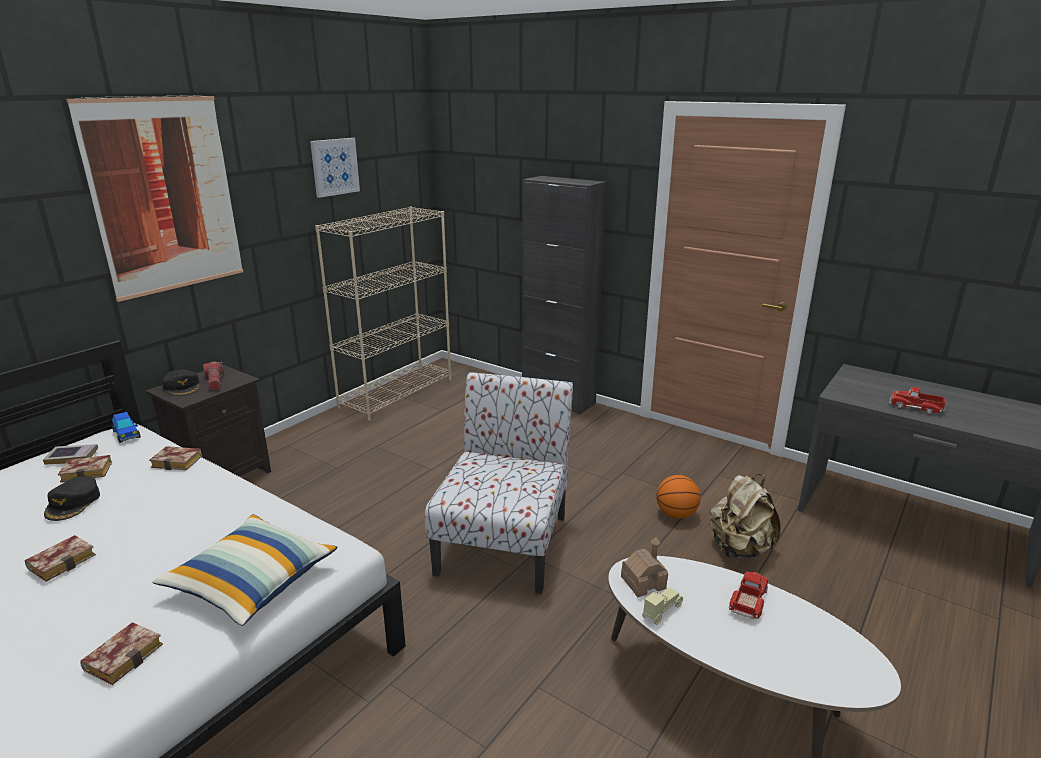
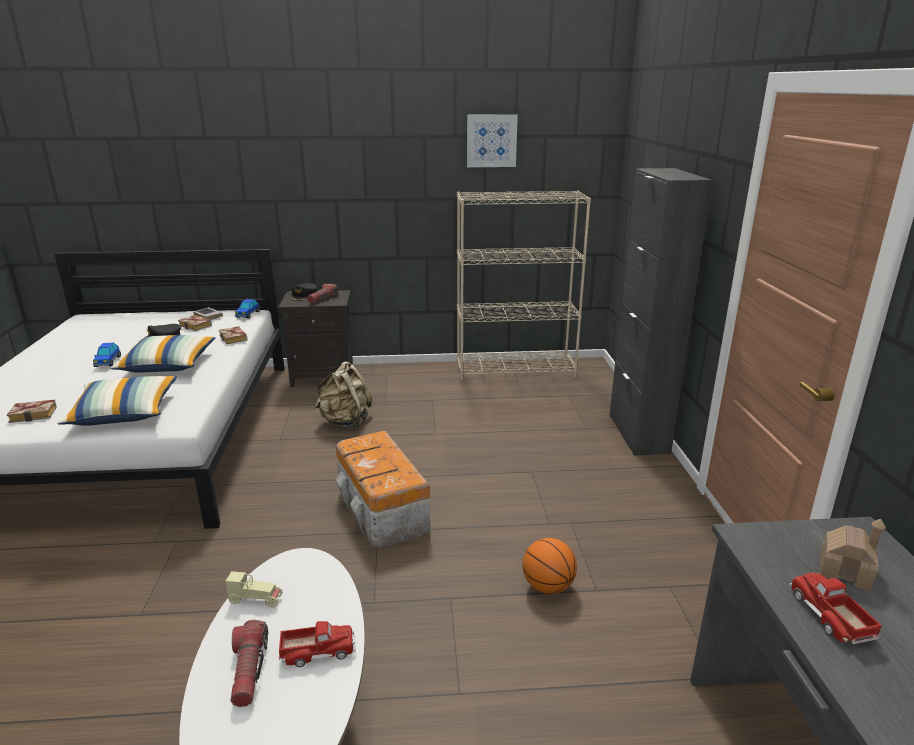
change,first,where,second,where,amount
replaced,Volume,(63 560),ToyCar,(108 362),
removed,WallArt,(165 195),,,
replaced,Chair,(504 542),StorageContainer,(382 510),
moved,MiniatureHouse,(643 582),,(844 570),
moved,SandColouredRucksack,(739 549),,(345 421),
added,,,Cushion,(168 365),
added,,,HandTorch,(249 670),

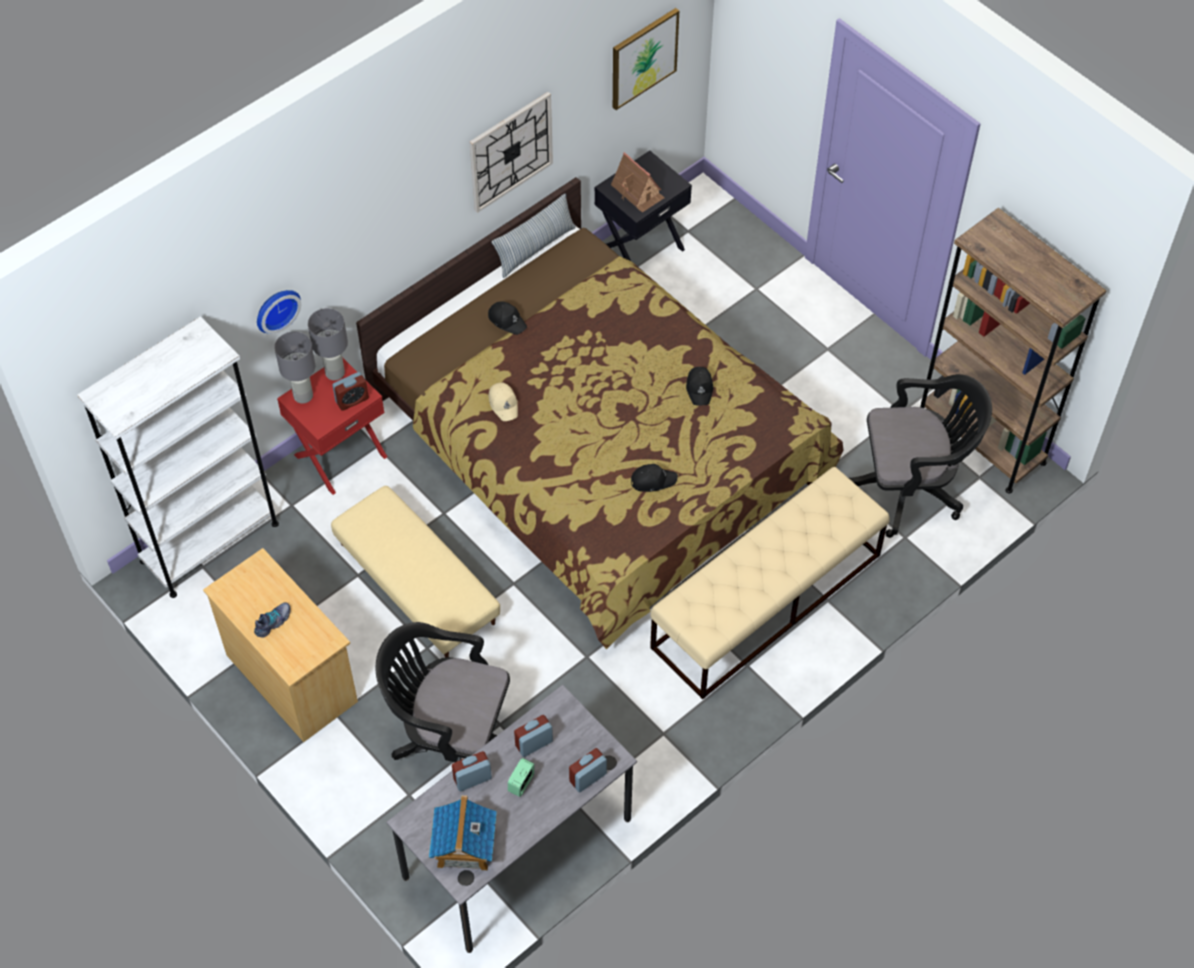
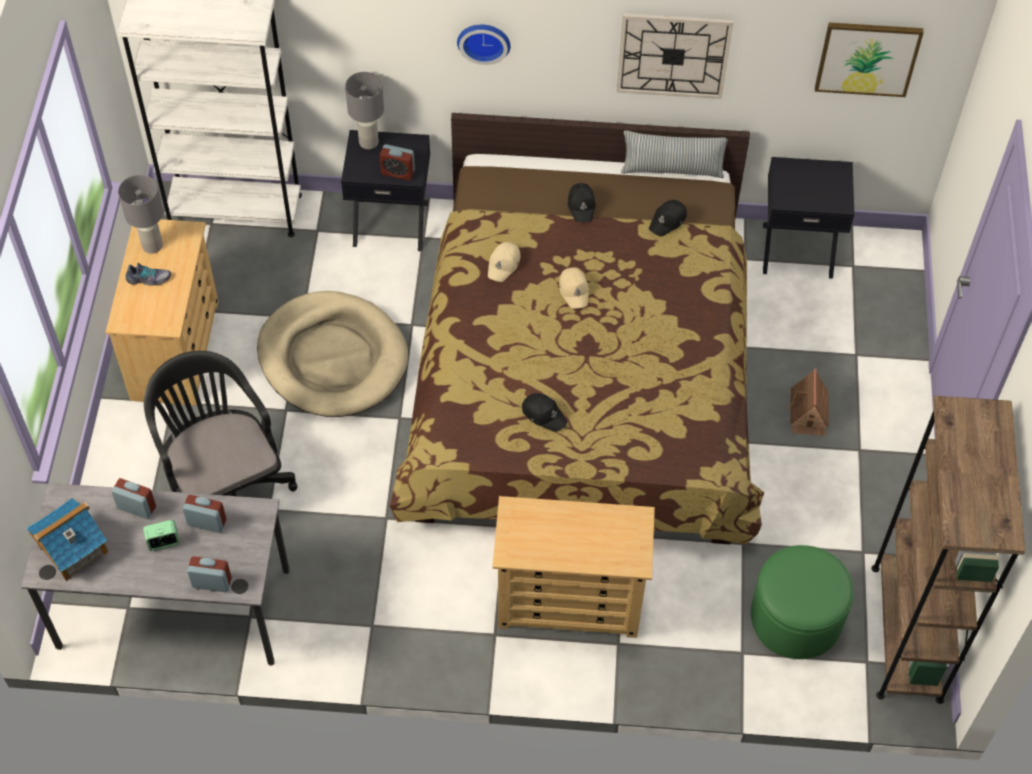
change,first,where,second,where,amount
moved,HangingClock,(275 308),,(484 40),
recoloured,ReddishNightstand,(339 455),BlackColouredNightstand,(391 222),
moved,GrayLampForATable,(335 373),,(152 246),
replaced,SandColouredFootrest,(416 584),SandColouredDogBed,(332 358),
moved,MiniatureHouse,(638 192),,(808 413),
replaced,SandColouredBench,(767 600),SandColouredDrawerChest,(570 600),
moved,BlackColouredPeakedCap,(700 388),,(668 221),
replaced,BlackColouredDeskChair,(910 487),GreenishFootrest,(796 618),
added,,,SandColouredPeakedCap,(574 290),

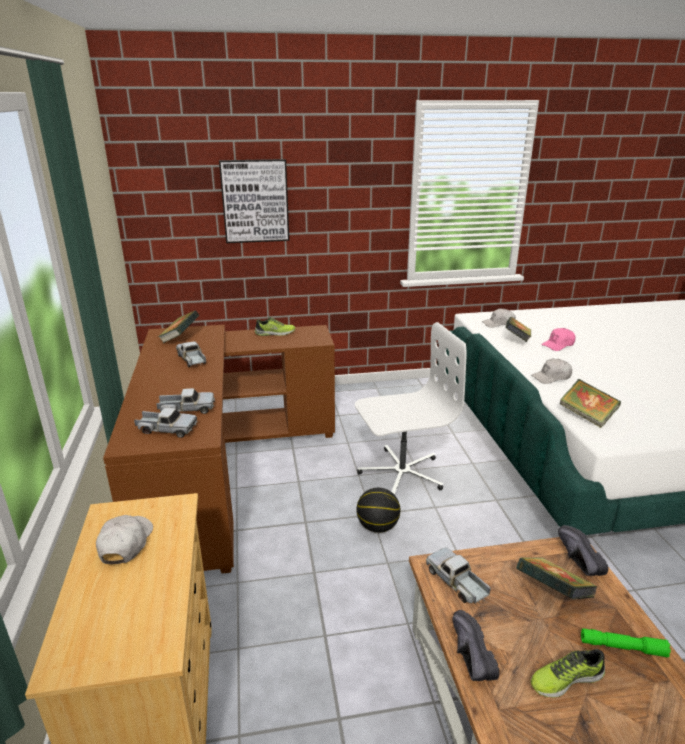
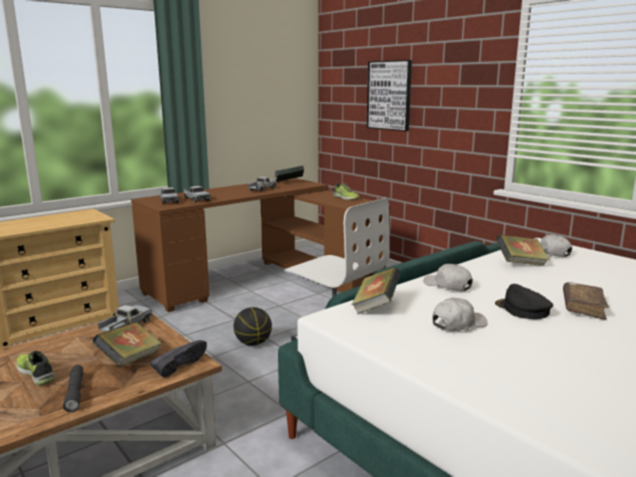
change,first,where,second,where,amount
moved,WhitishPeakedCap,(125 543),,(458 324),
removed,BlackColouredLowShoe,(467 656),,,
removed,PinkishPeakedCap,(558 345),,,
recoloured,GreenishHandTorch,(622 647),GrayHandTorch,(75 393),
added,,,BlackColouredPeakedCap,(522 309),
added,,,BrownishVolume,(583 307),

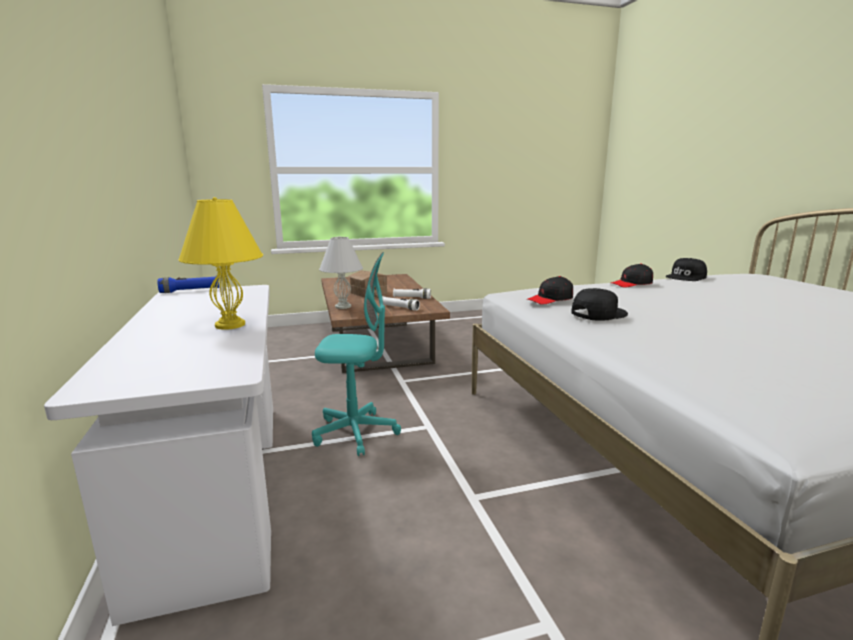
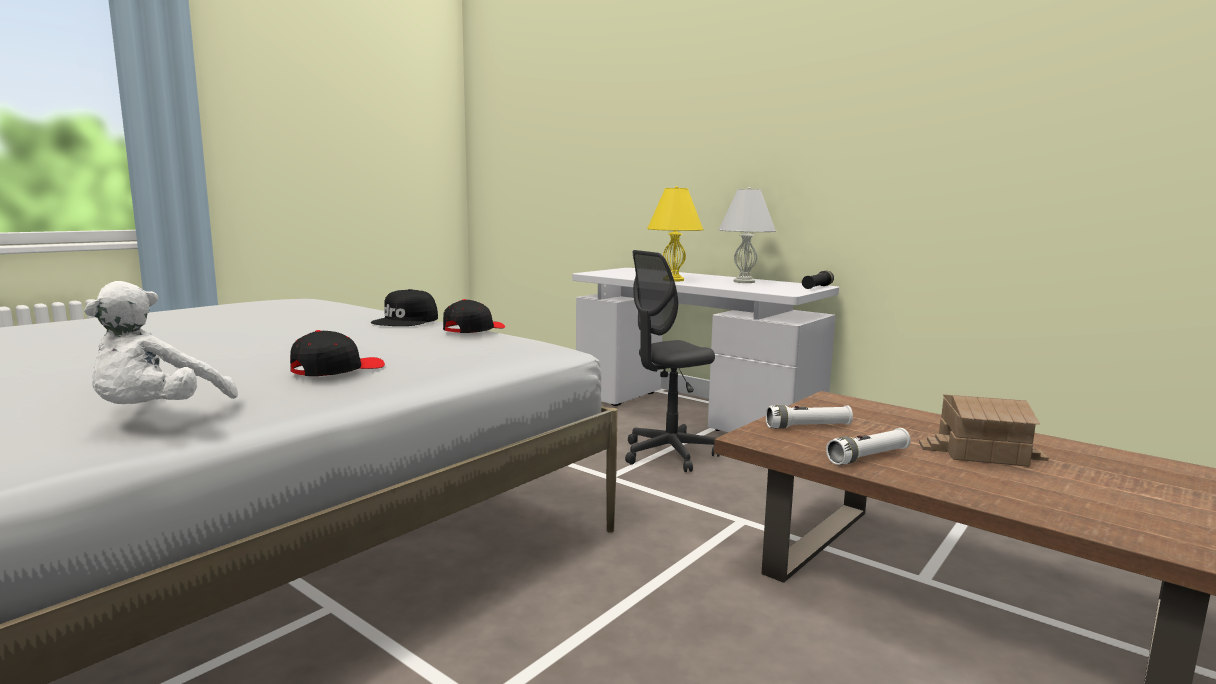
change,first,where,second,where,amount
recoloured,BlueHandTorch,(190 291),BlackColouredHandTorch,(817 287),
recoloured,BlueGreenDeskChair,(356 433),GrayDeskChair,(669 454),
moved,WhitishLampForATable,(343 306),,(743 281),
replaced,BlackColouredPeakedCap,(686 277),WhitishSoftToy,(158 415),

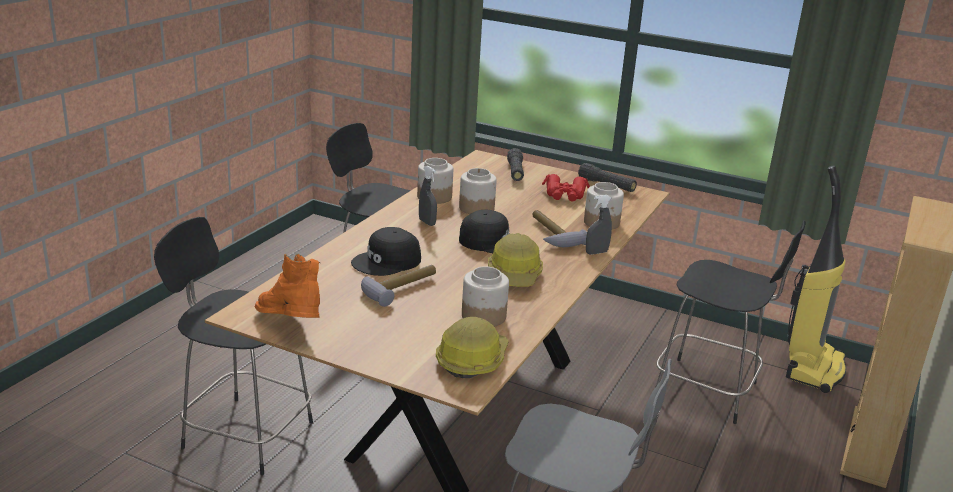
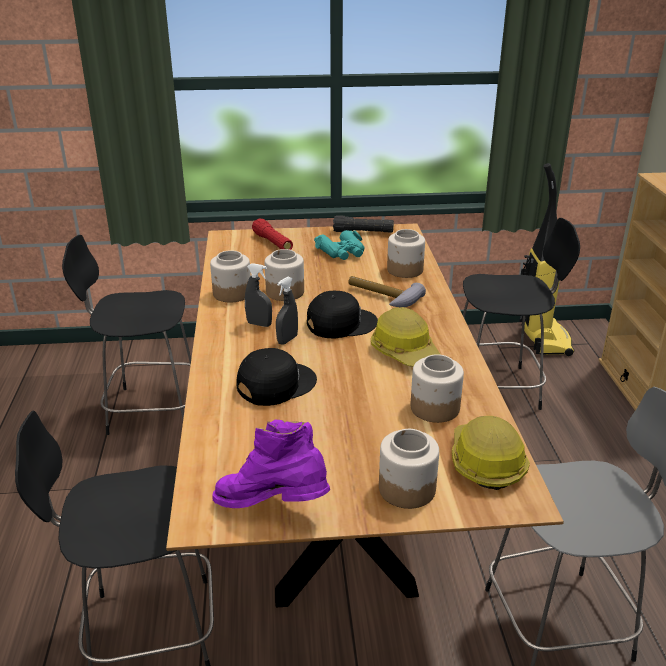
change,first,where,second,where,amount
recoloured,OrangeTallBoot,(291 326),PurpleTallBoot,(273 507),
turned,BlackColouredPeakedCap,(387 262),,(275 384),150 degrees counterclockwise
removed,HandHammer,(398 287),,,
recoloured,BlackColouredHandTorch,(515 172),ReddishHandTorch,(273 243),
recoloured,ReddishBinoculars,(565 195),BlueGreenBinoculars,(342 252),
moved,GraySprayer,(596 252),,(287 340),
added,,,Jar,(406 488),

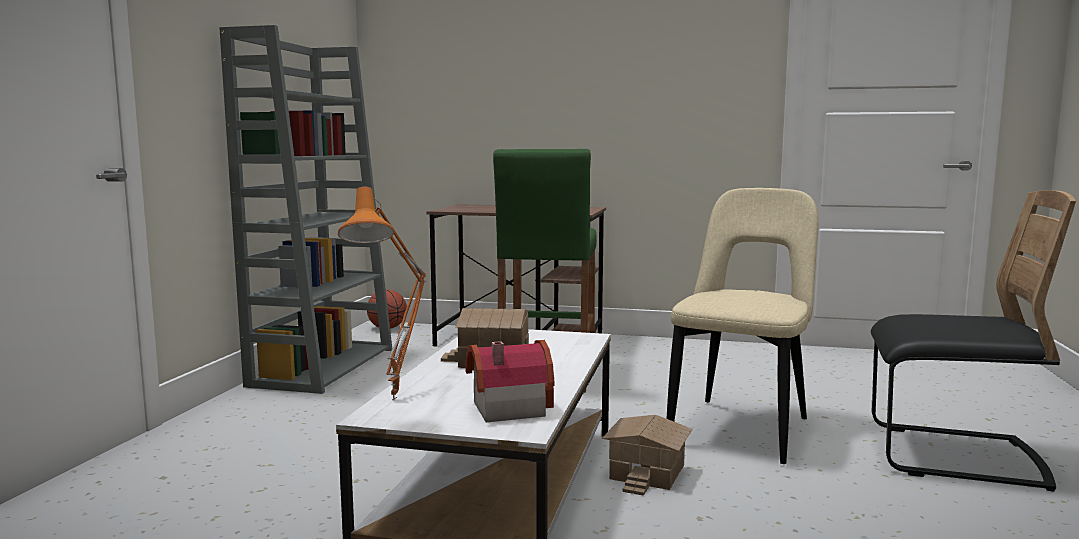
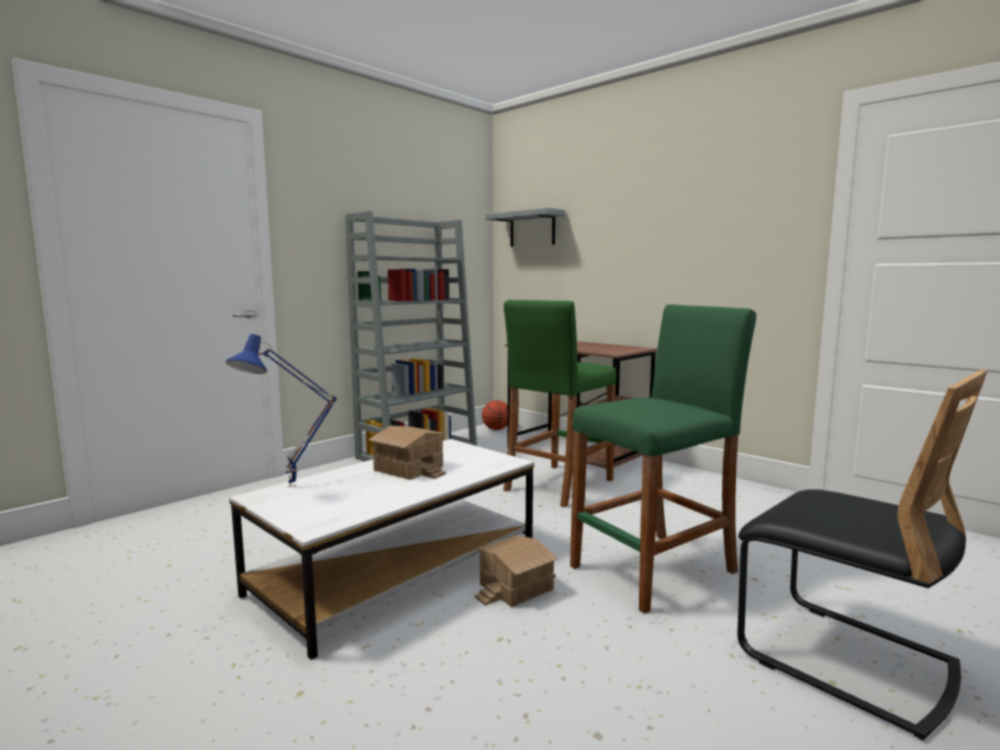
change,first,where,second,where,amount
recoloured,OrangeLampForATable,(398 399),BlueLampForATable,(293 487),
removed,MiniatureHouse,(505 407),,,
replaced,SandColouredChair,(742 428),GreenishStool,(654 569),
added,,,GrayBracketShelf,(532 229),

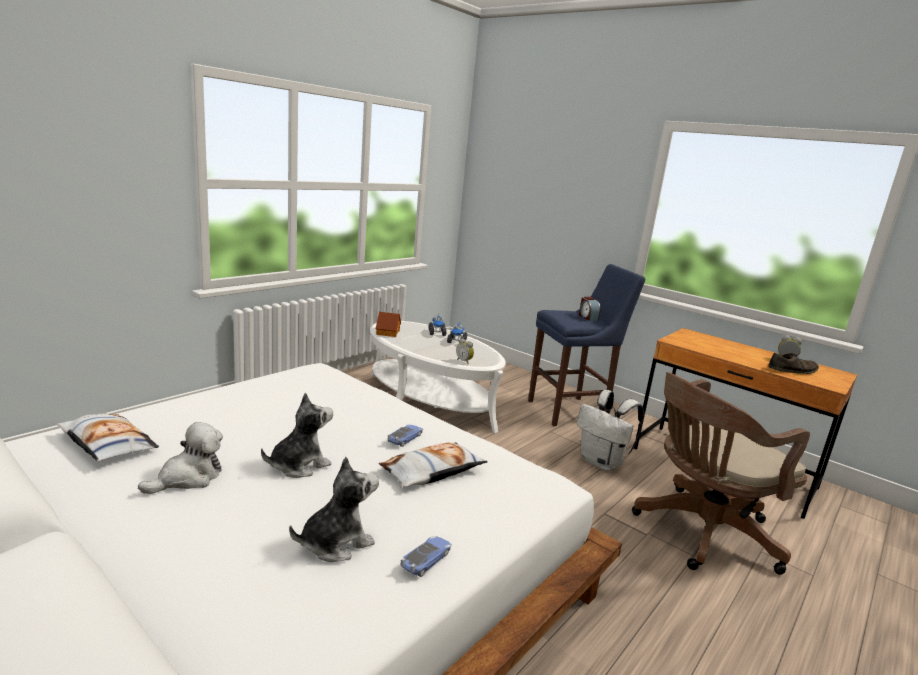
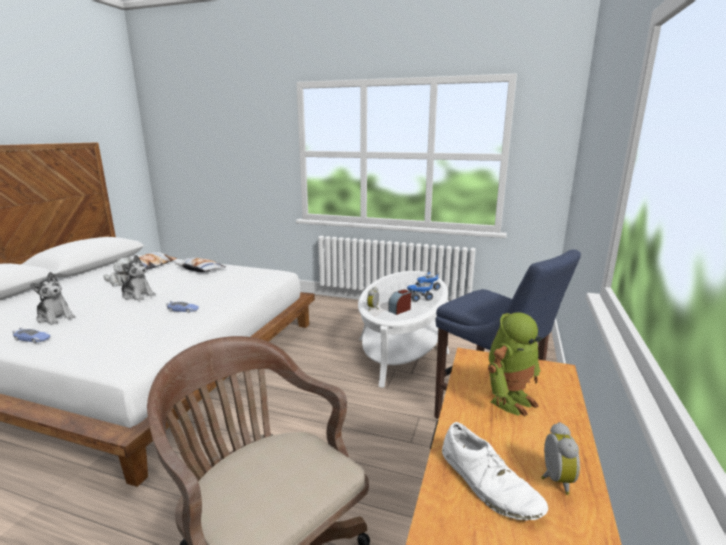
change,first,where,second,where,amount
removed,MiniatureHouse,(388 332),,,
moved,Cushion,(432 471),,(200 269),
removed,WhitishRucksack,(602 462),,,
moved,AlarmClock,(587 317),,(399 310),
recoloured,BrownishLowShoe,(792 370),WhitishLowShoe,(488 483),
added,,,RobotFigure,(509 399),

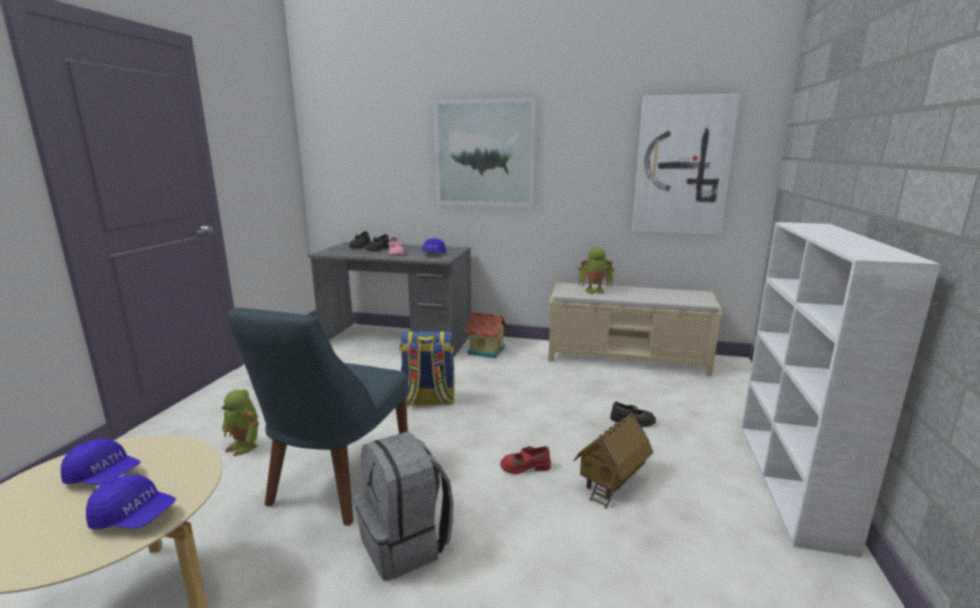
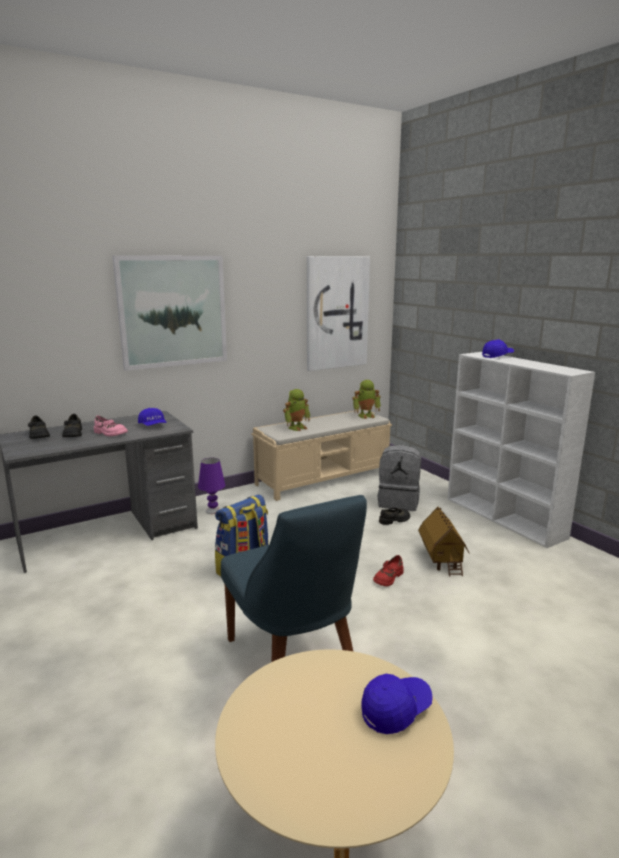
change,first,where,second,where,amount
moved,BluePeakedCap,(104 476),,(497 356),
moved,RobotFigure,(245 446),,(366 415),
moved,GrayRucksack,(406 544),,(399 502),
replaced,MiniatureHouse,(486 350),PurpleLampForATable,(212 510),

